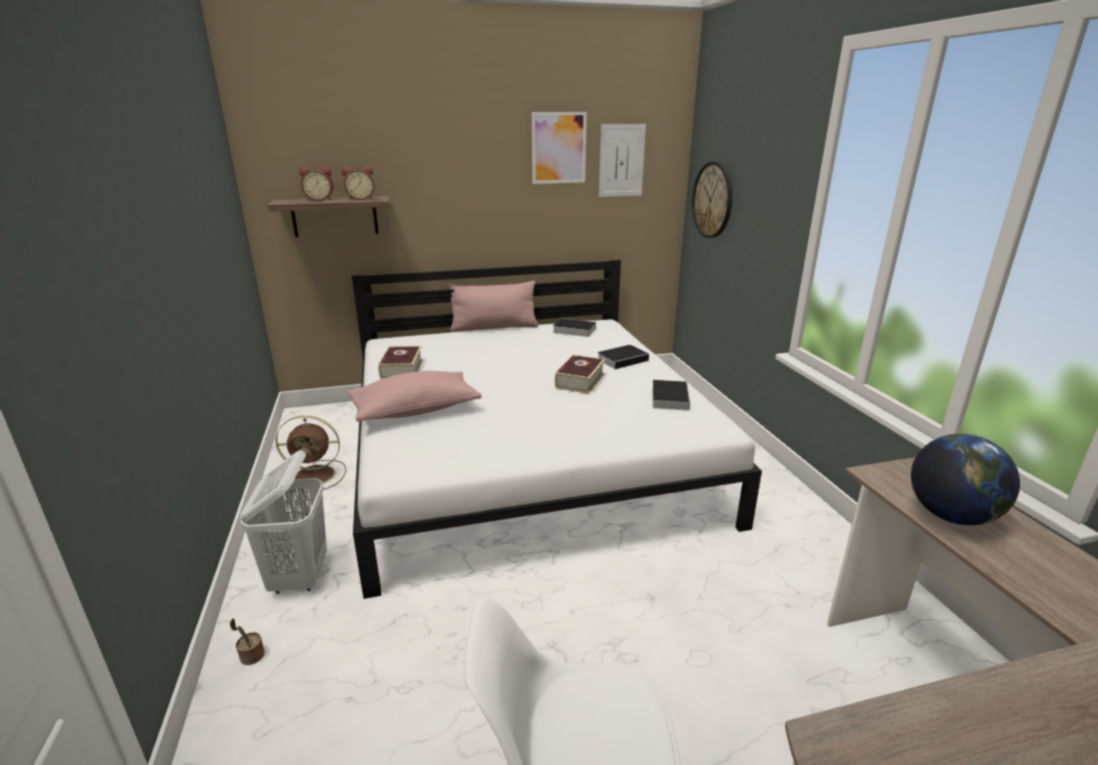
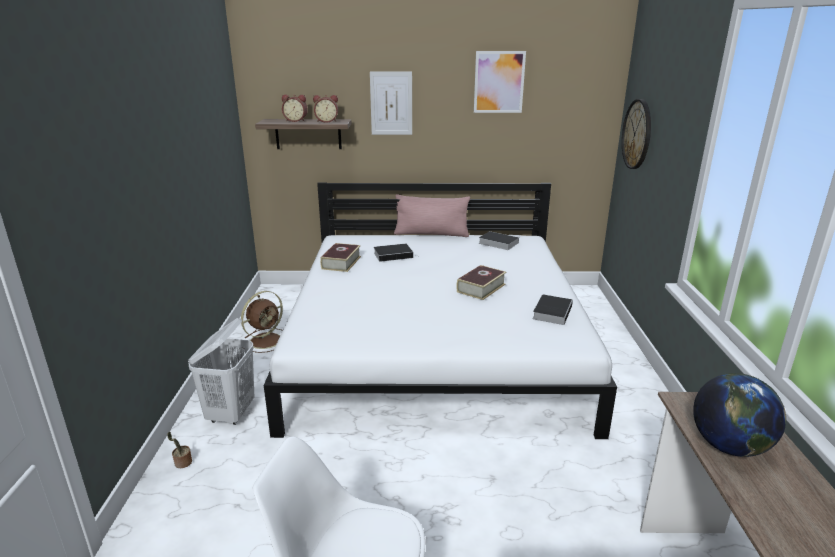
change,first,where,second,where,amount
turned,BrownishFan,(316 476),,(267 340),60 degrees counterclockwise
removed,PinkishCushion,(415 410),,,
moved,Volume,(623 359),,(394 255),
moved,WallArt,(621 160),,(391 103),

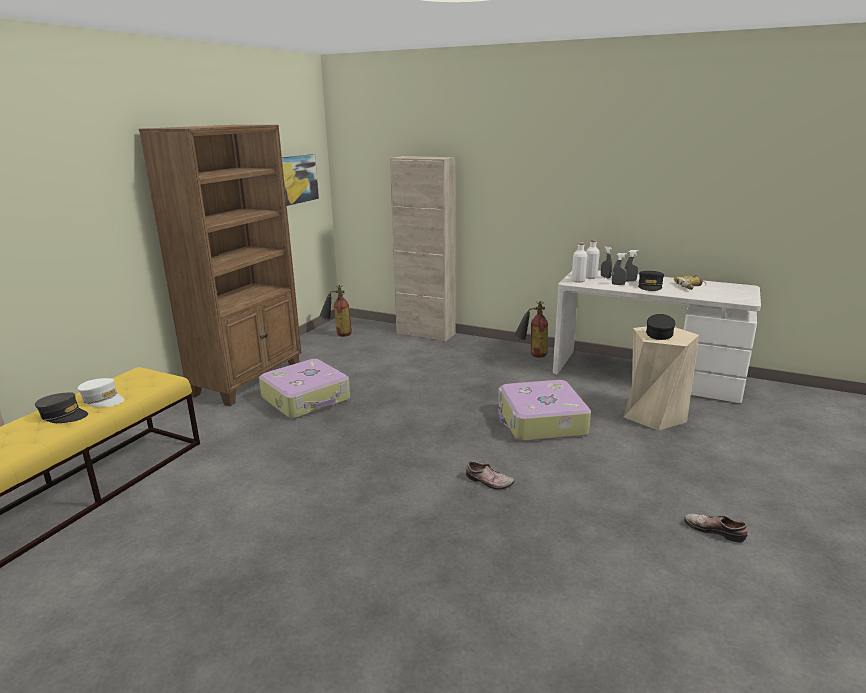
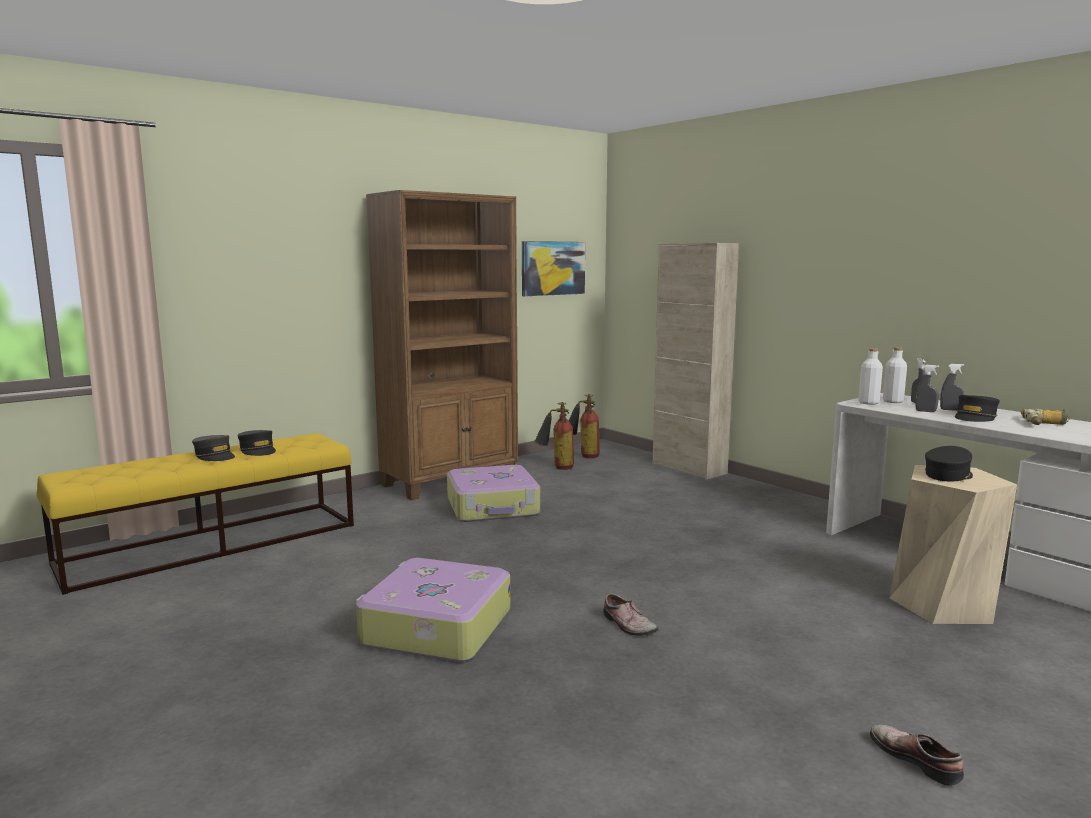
change,first,where,second,where,amount
recoloured,WhitishPeakedCap,(103 400),BlackColouredPeakedCap,(258 450),
moved,Suitcase,(540 422),,(435 627),
moved,Extinguisher,(532 355),,(556 467),

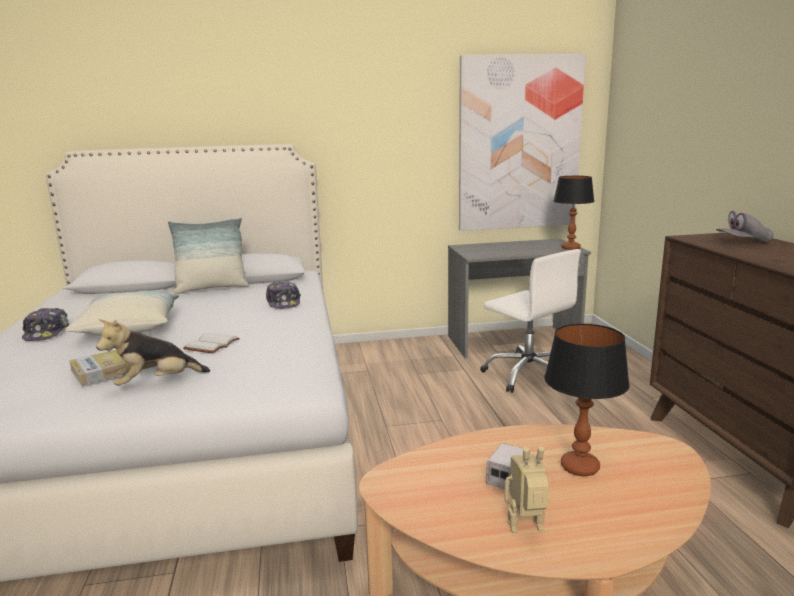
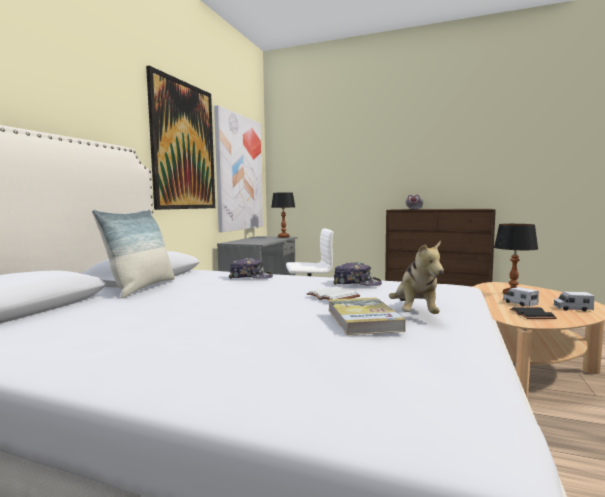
change,first,where,second,where,amount
moved,PeakedCap,(47 333),,(357 283),
removed,Cushion,(129 327),,,
replaced,RobotFigure,(527 530),ModelTruck,(572 309),
added,,,WallArt,(183 146),
added,,,BlackColouredVolume,(533 315),

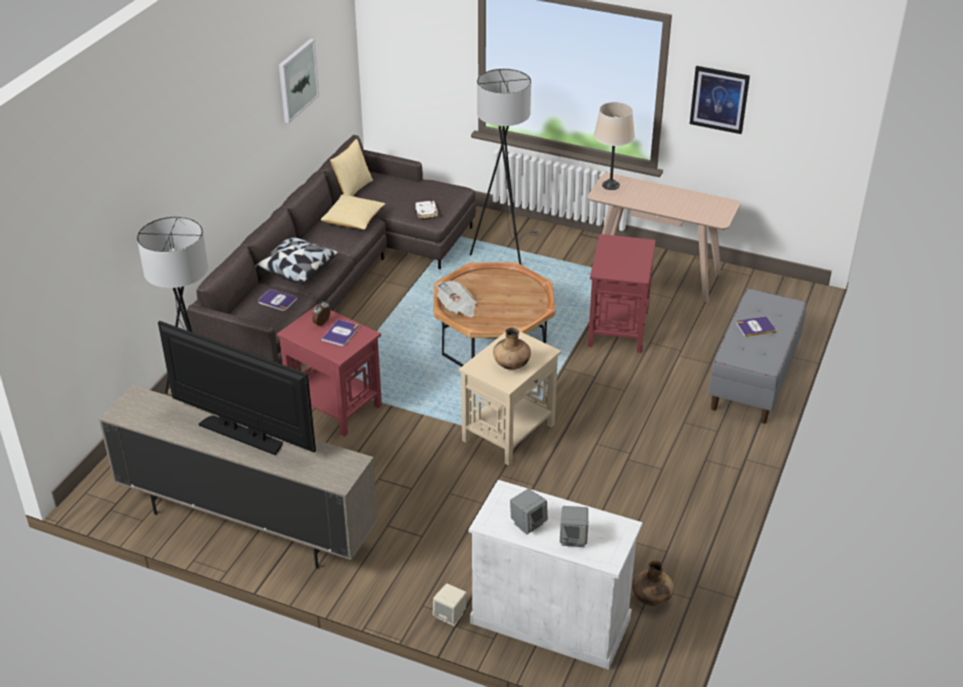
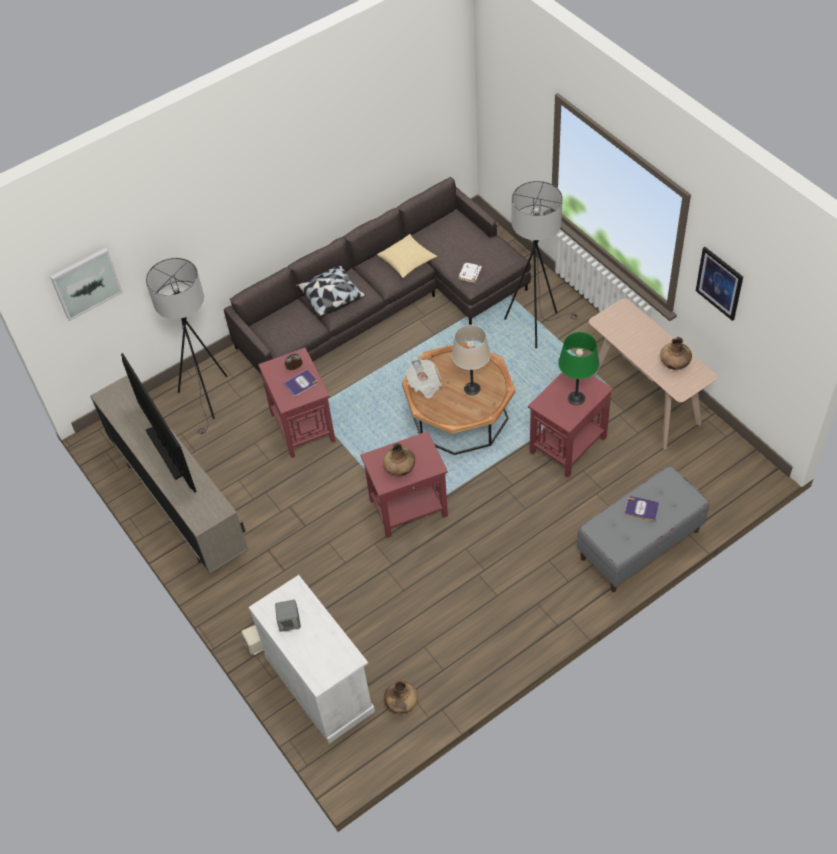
change,first,where,second,where,amount
removed,Volume,(277 300),,,
moved,WallArt,(297 80),,(86 283),
removed,Cushion,(352 189),,,
recoloured,SandColouredSideTable,(509 432),ReddishSideTable,(408 508),
removed,GrayAudioSpeaker,(573 538),,,
moved,SandColouredLampForATable,(610 185),,(472 388),
added,,,GreenishLampForATable,(576 398),
added,,,BrownishVase,(674 363),

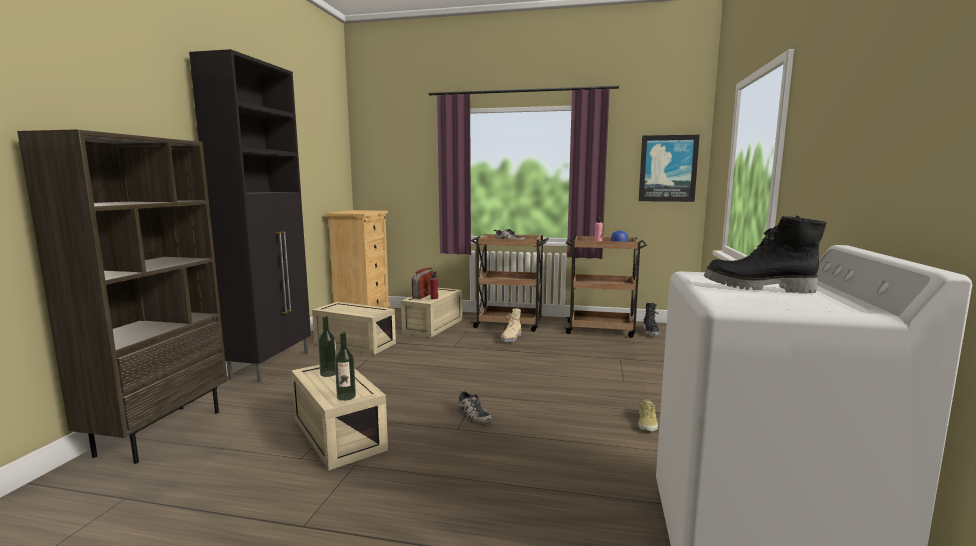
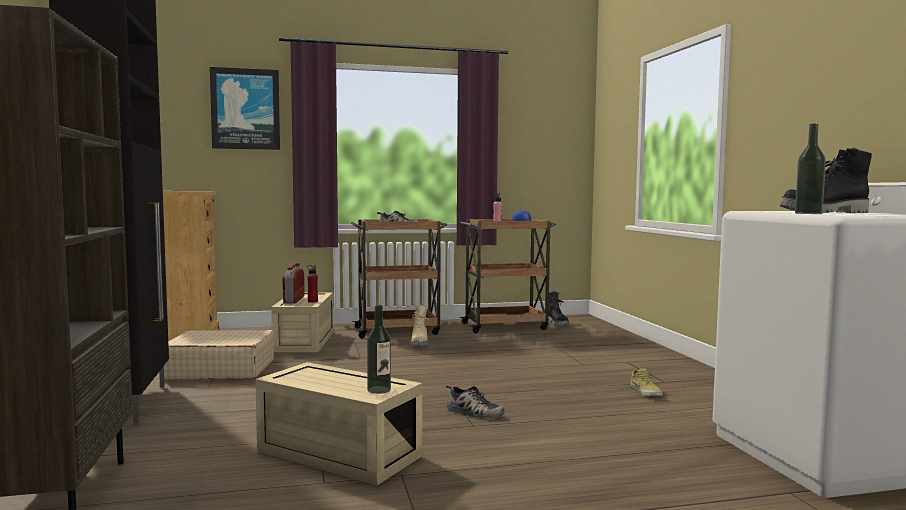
change,first,where,second,where,amount
replaced,SandColouredStorageContainer,(353 344),SandColouredSuitcase,(219 369),
moved,BeverageBottle,(328 373),,(808 213),
moved,WallArt,(668 168),,(245 109),

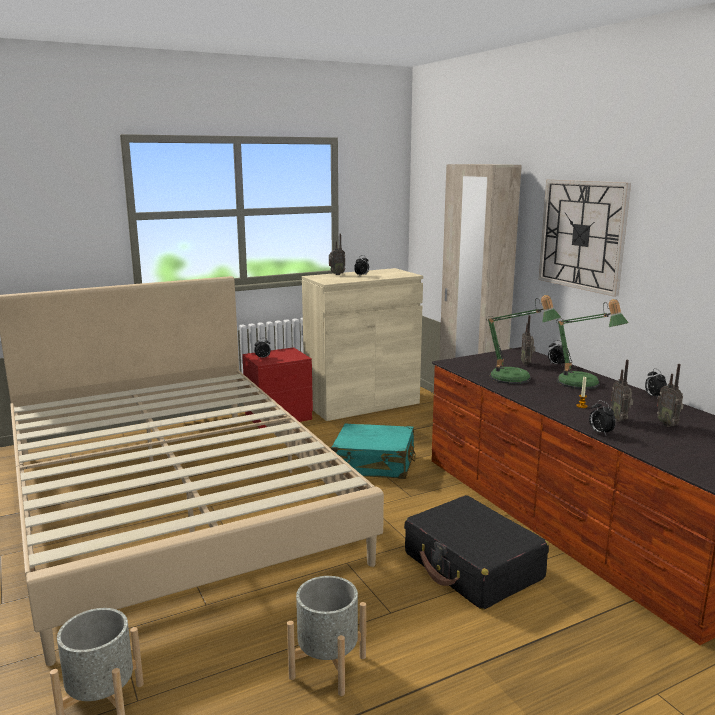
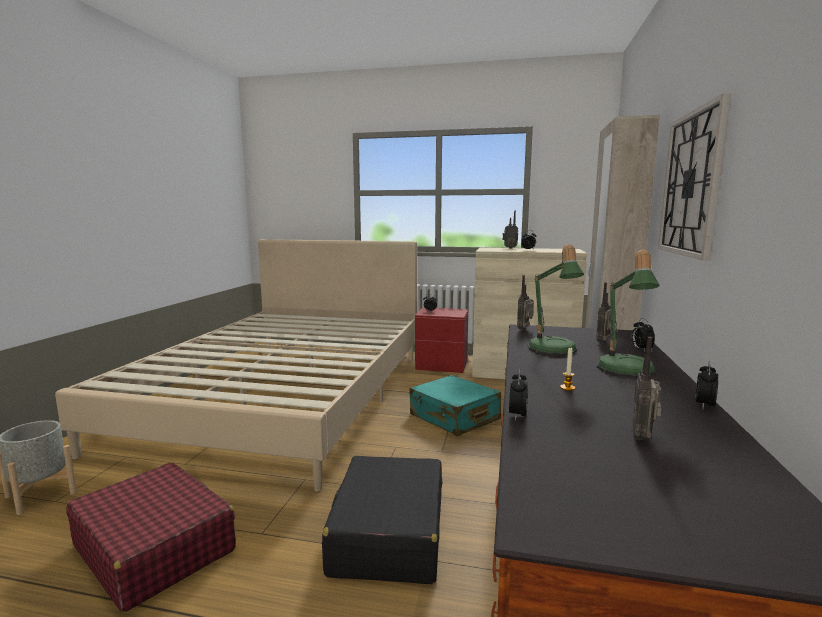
change,first,where,second,where,amount
replaced,GrayFlowerPot,(328 667),ReddishSuitcase,(154 547),
moved,RadioSet,(619 419),,(525 329),

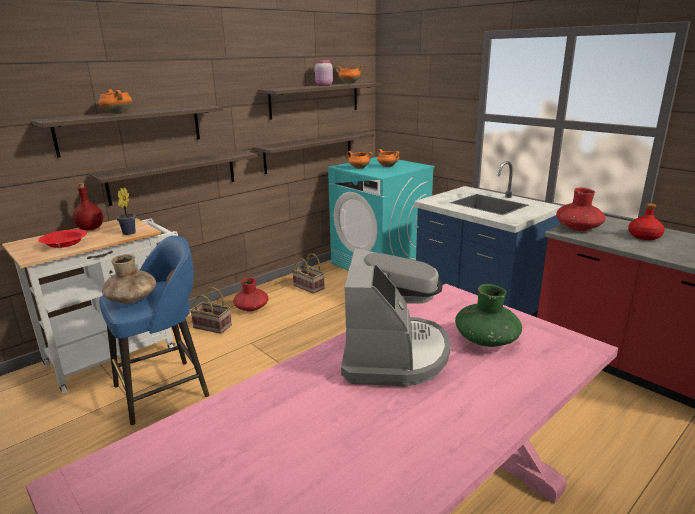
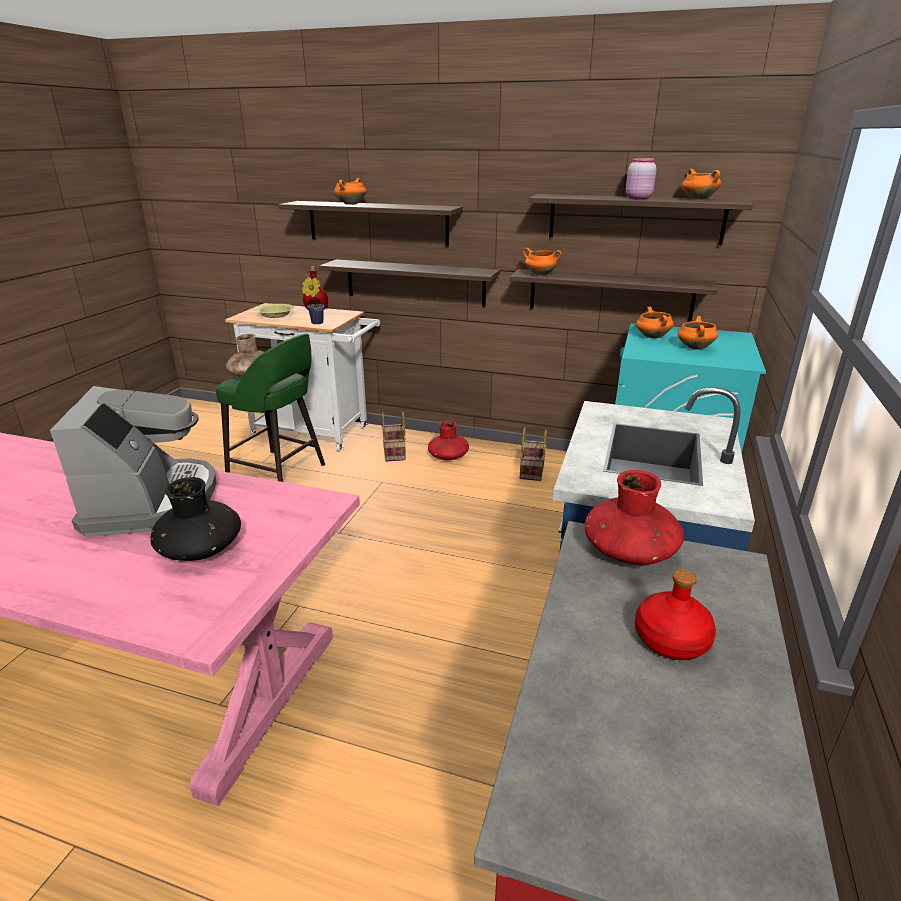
change,first,where,second,where,amount
recoloured,ReddishServingBowl,(64 244),YellowServingBowl,(275 315),
recoloured,BlueStool,(164 390),GreenishStool,(279 473),
turned,CoffeeMachine,(393 354),,(152 501),75 degrees counterclockwise
recoloured,GreenishVase,(486 340),BlackColouredVase,(200 549),
added,,,OrangeStockpot,(540 274),

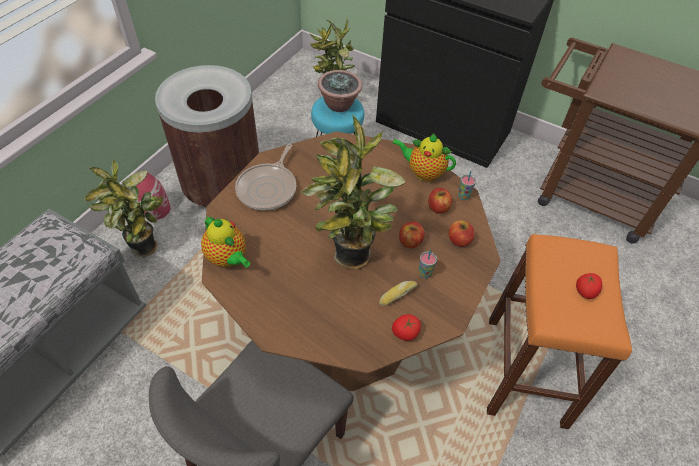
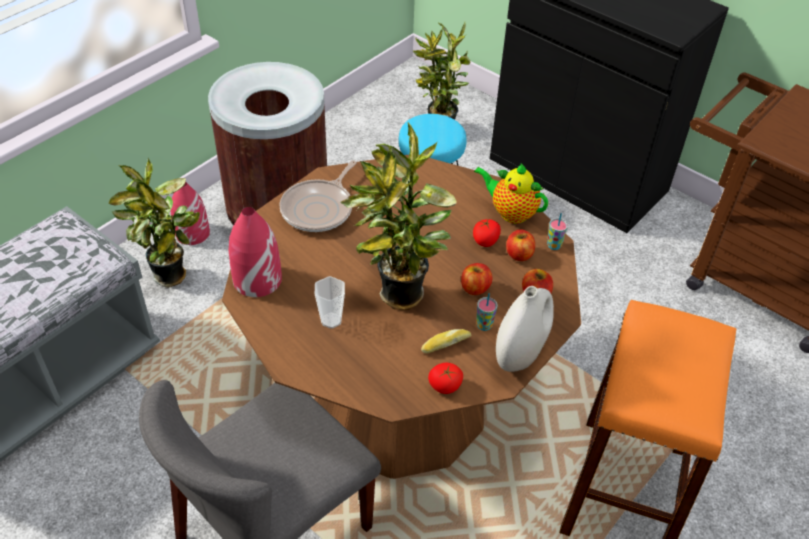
change,first,where,second,where,amount
replaced,Teapot,(228 259),ReddishVase,(256 279),
removed,Houseplant,(339 104),,,
moved,WholeTomato,(585 291),,(485 241),
added,,,SmallCup,(331 320),
added,,,WhitishVase,(520 353),

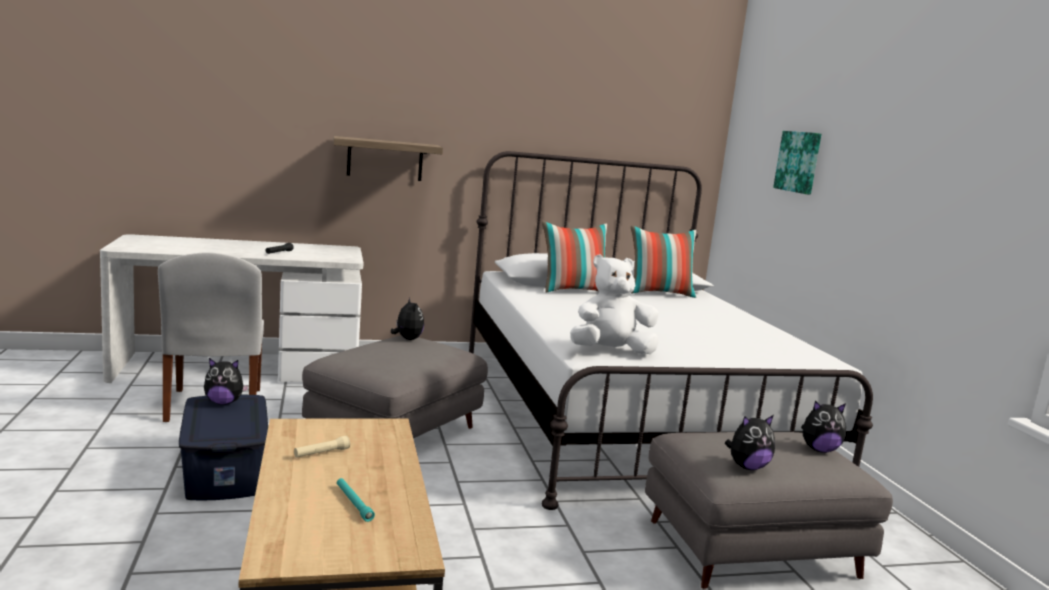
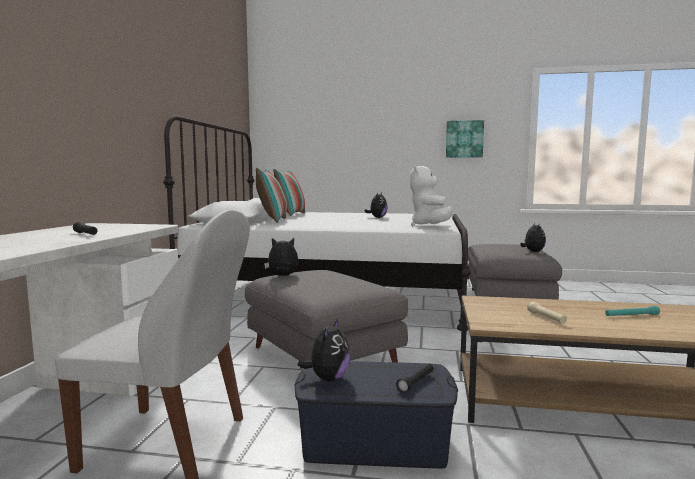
change,first,where,second,where,amount
removed,BracketShelf,(385 159),,,
moved,WallArt,(799 162),,(464 139),
moved,SoftToy,(819 450),,(377 217),
added,,,BlackColouredHandTorch,(416 382),

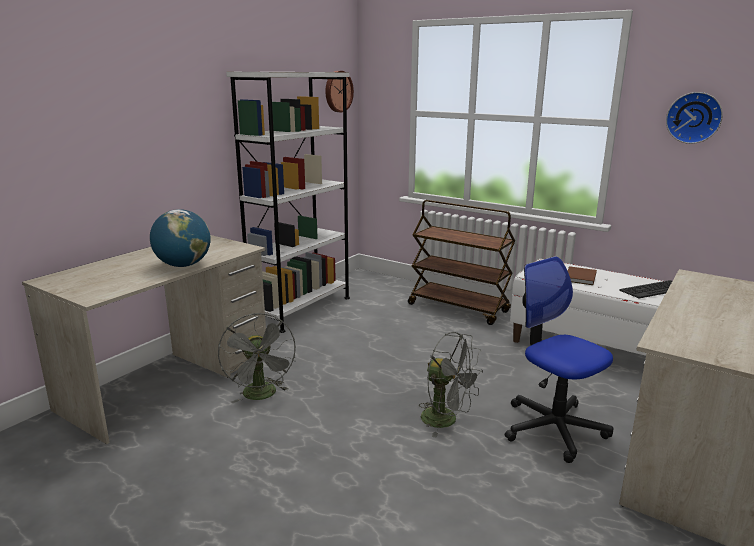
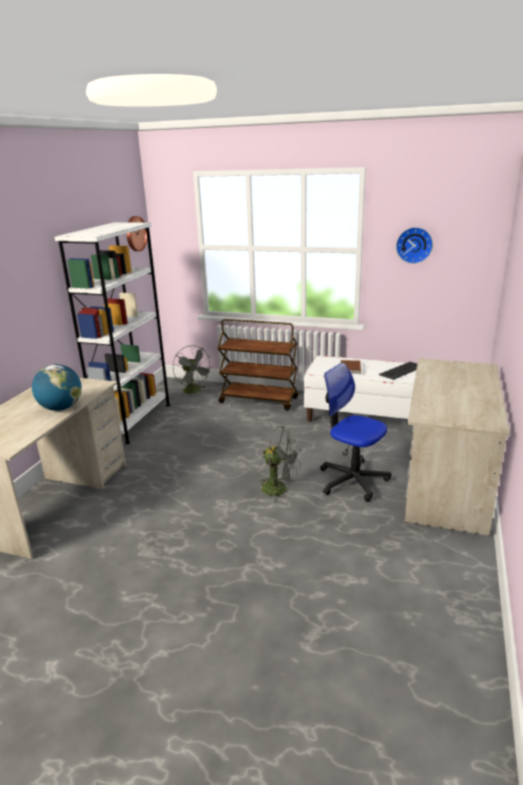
change,first,where,second,where,amount
moved,GrayFan,(262 396),,(194 391),

